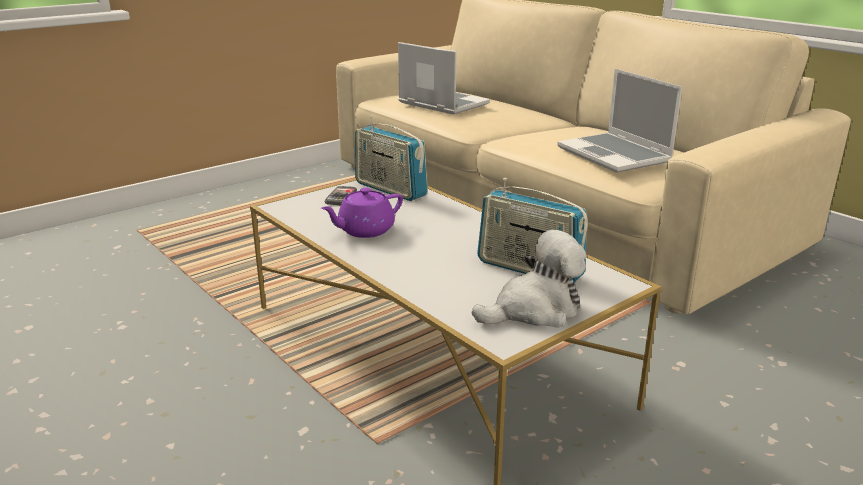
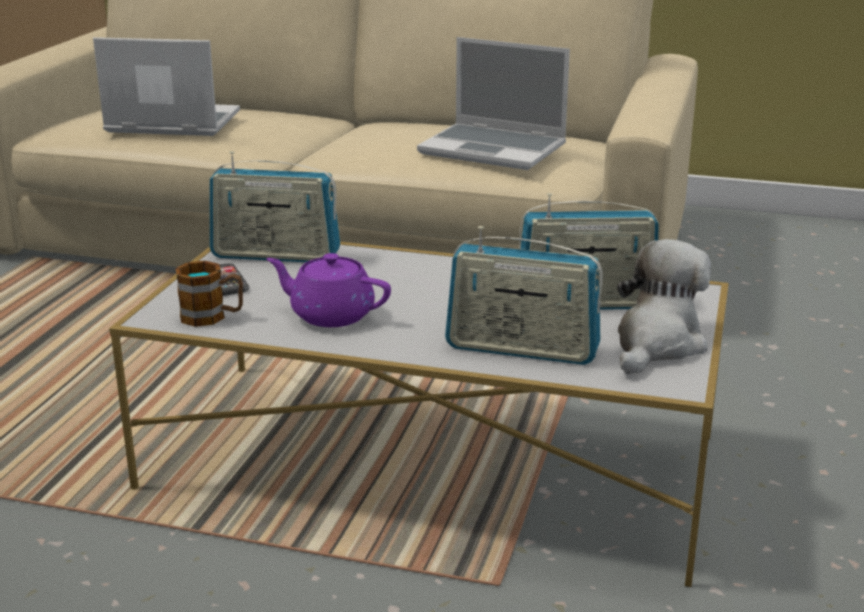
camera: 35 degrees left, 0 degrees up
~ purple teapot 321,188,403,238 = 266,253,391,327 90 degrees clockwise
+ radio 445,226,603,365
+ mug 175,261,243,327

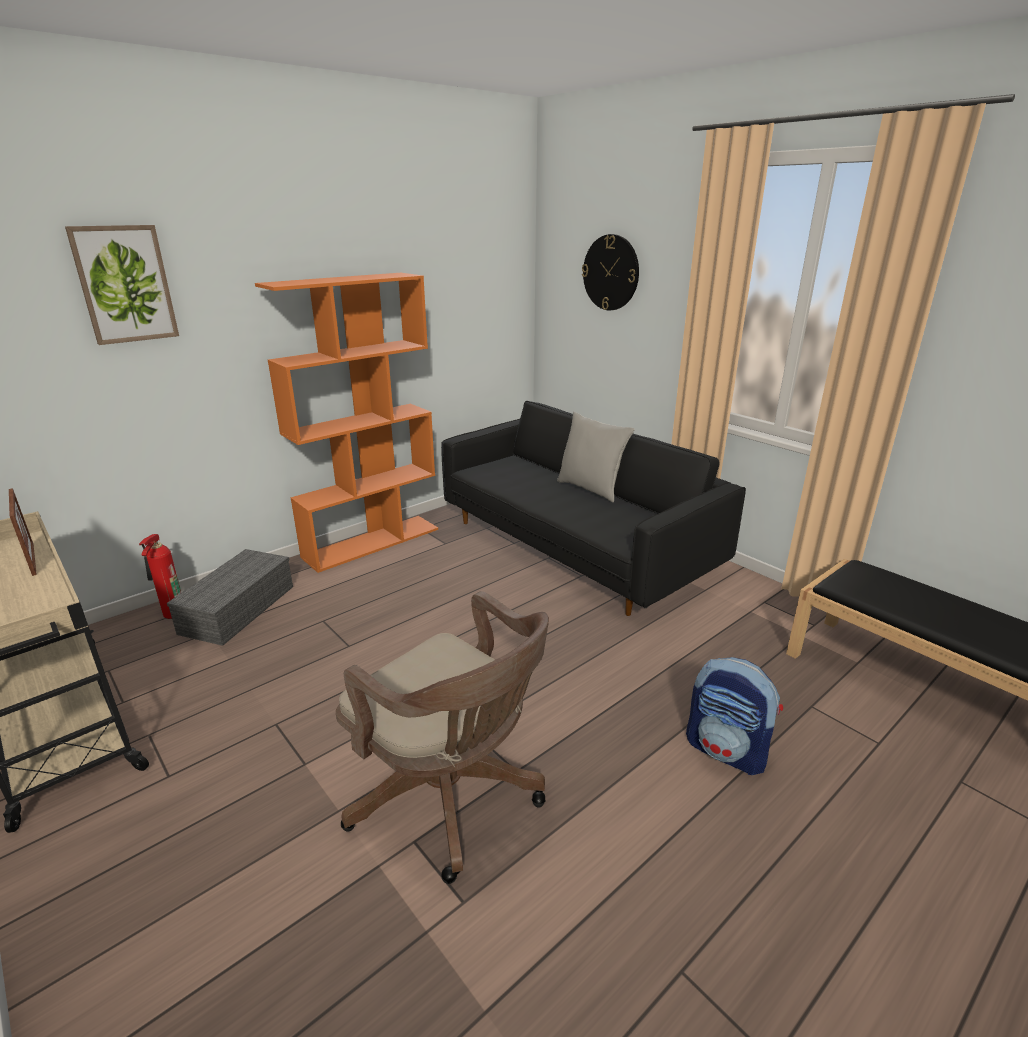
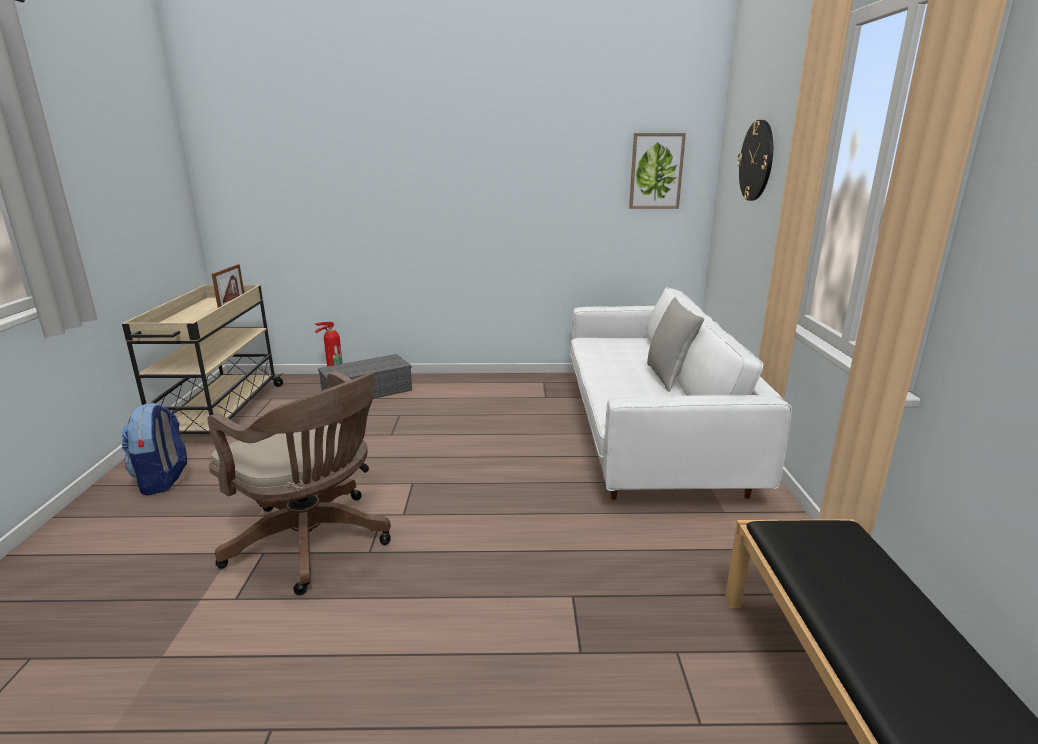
camera: 40 degrees right, 5 degrees down
~ picture 65,225,179,345 to 629,133,686,209
- orange bookcase 255,273,438,573
~ black sofa 441,401,746,616 to white sofa 570,287,792,500
~ brown office chair 336,591,549,884 = 208,372,391,595 45 degrees counterclockwise
~ backpack 686,657,783,775 to 122,402,187,496

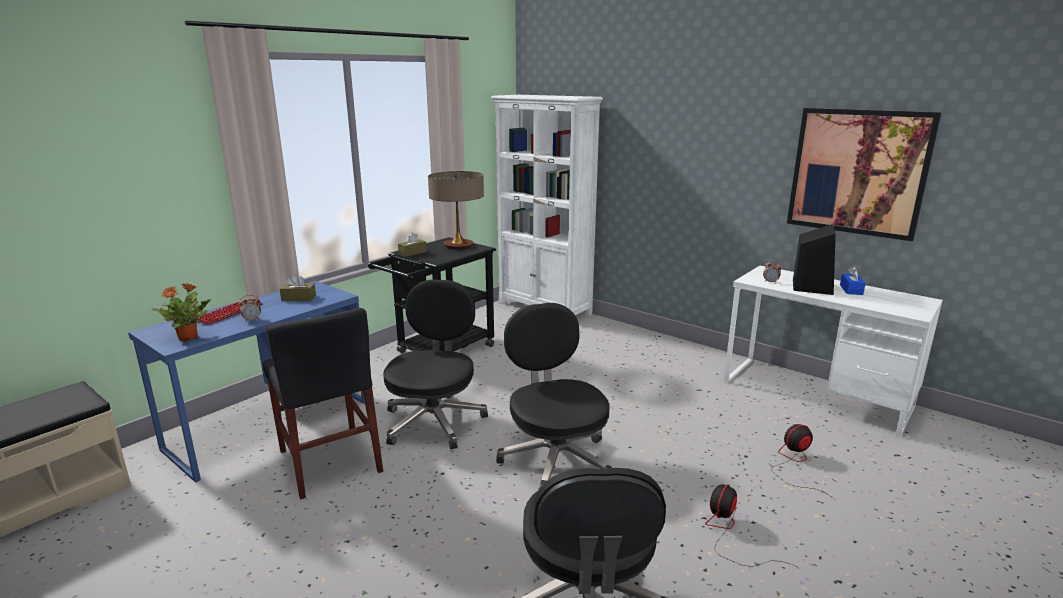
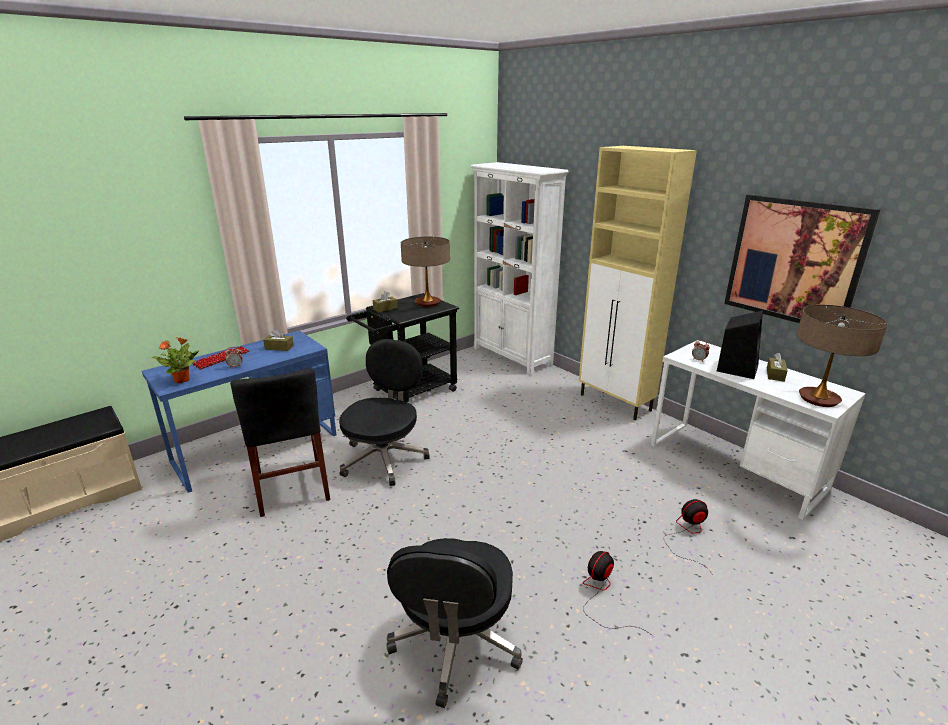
camera: 10 degrees right, 5 degrees up
~ blue tissue box 840,266,866,295 to brown tissue box 767,353,787,382
- black office chair 496,303,612,490
+ beige cabinet 579,146,697,420
+ table lamp 797,305,888,407

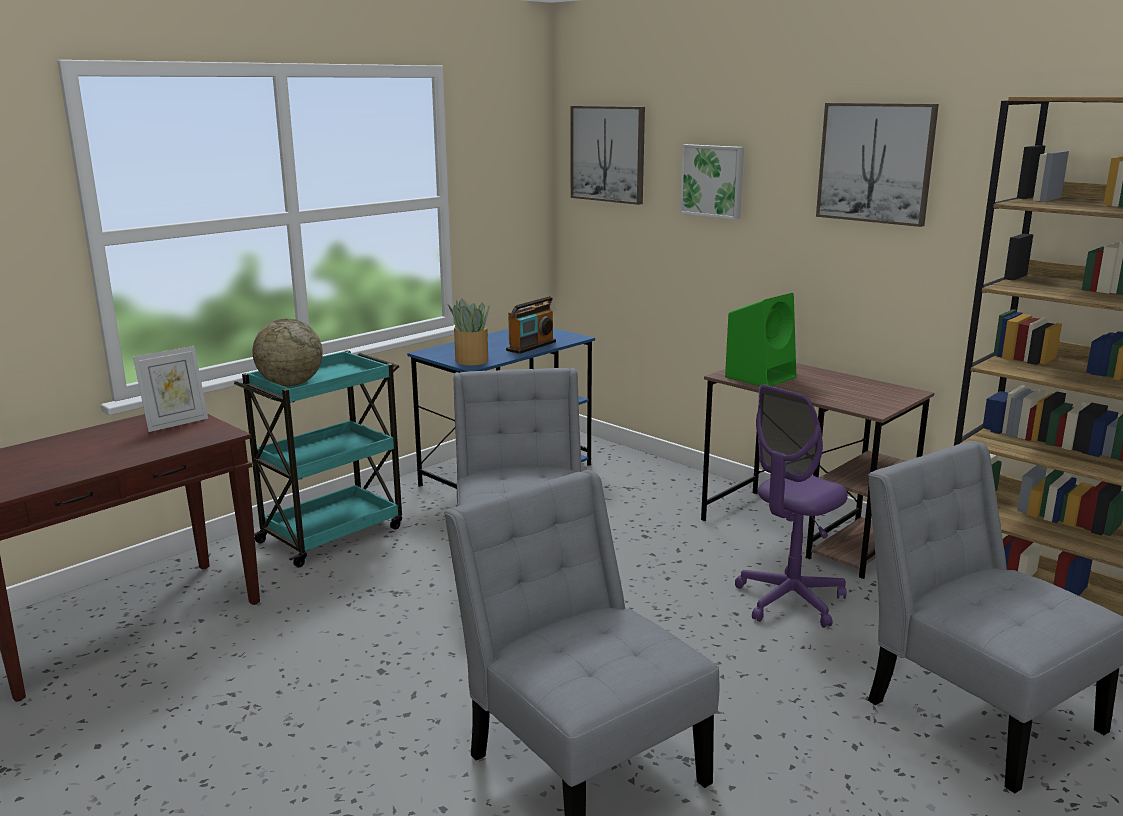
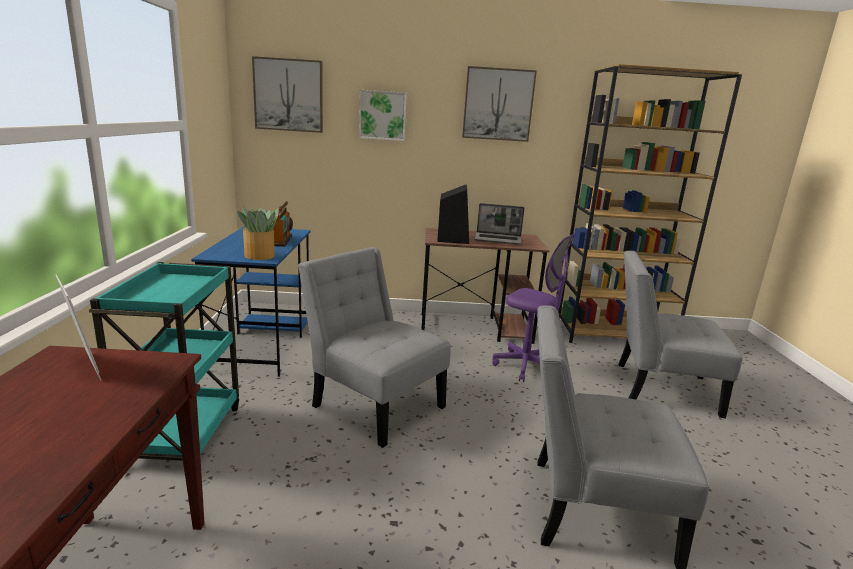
camera: 45 degrees left, 0 degrees up
~ green speaker 725,293,796,386 to black speaker 437,184,469,244
- globe 252,319,323,386
~ picture frame 133,346,208,432 = 56,275,101,381 45 degrees counterclockwise
~ purple office chair 735,384,848,628 = 492,233,575,382 60 degrees counterclockwise
+ laptop 474,203,525,245

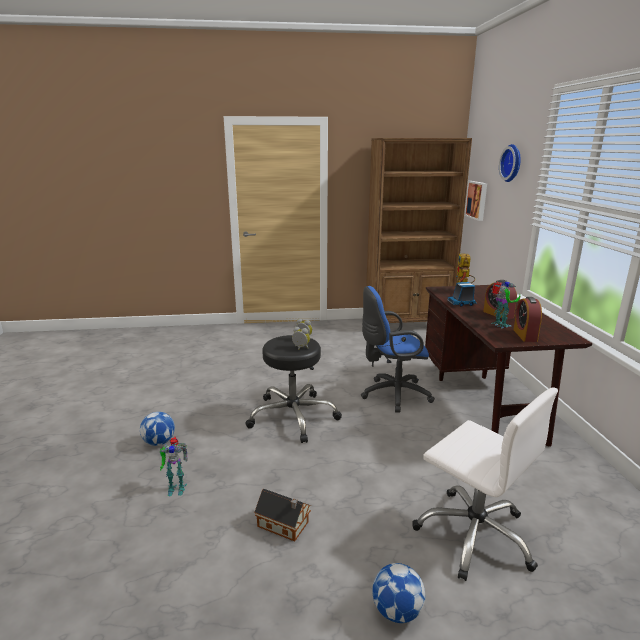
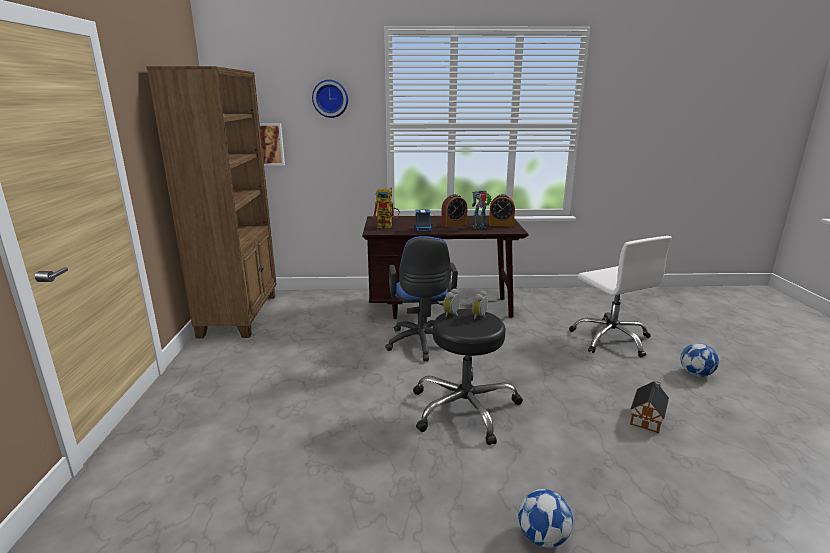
camera: 85 degrees left, 0 degrees up
~ white office chair 412,387,558,581 = 569,236,672,357 105 degrees clockwise
- toy robot 159,437,188,496

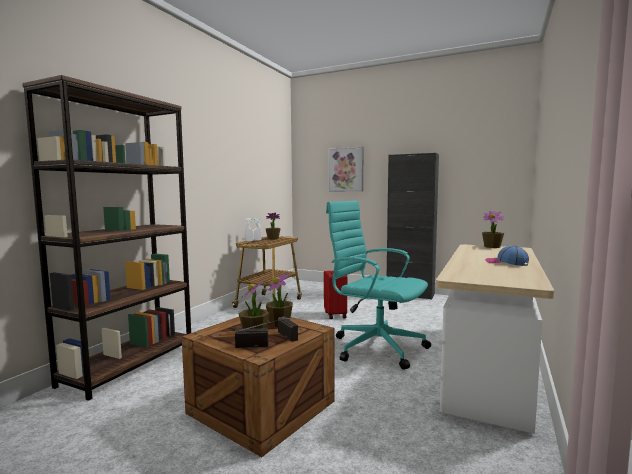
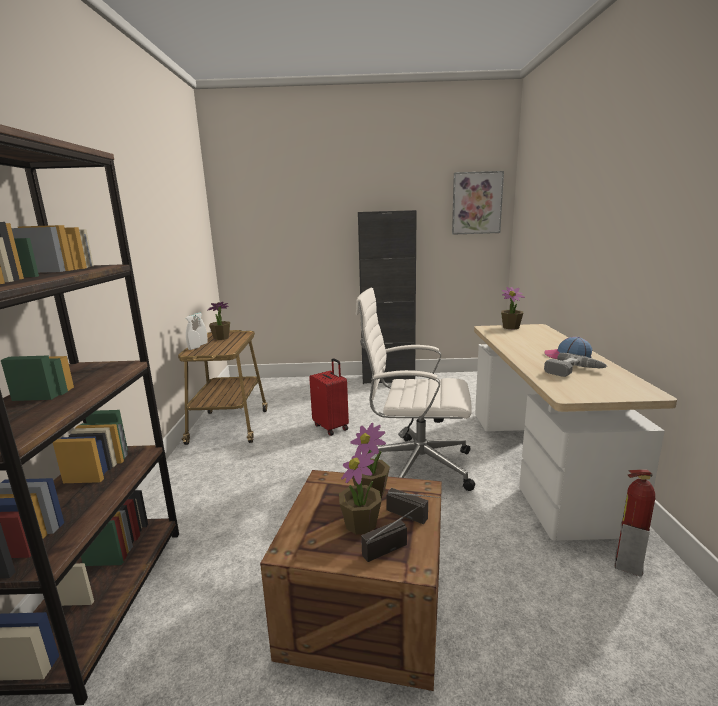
camera: 25 degrees left, 10 degrees up
~ picture 329,146,364,192 to 452,171,504,235
~ turquoise office chair 326,200,431,370 to white office chair 356,288,475,491
+ power drill 544,353,607,377
+ fire extinguisher 615,469,655,577

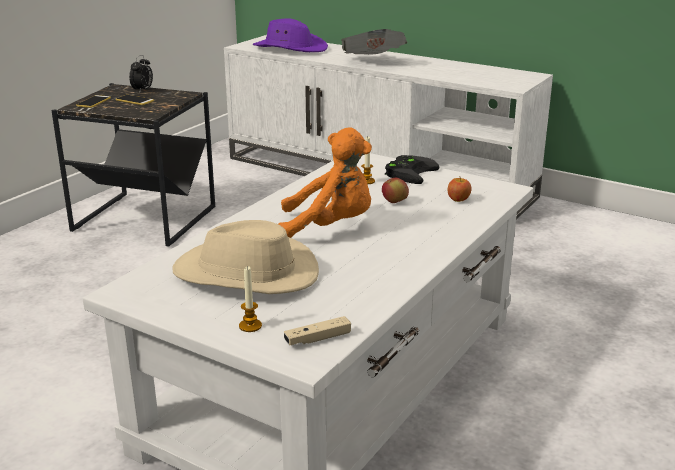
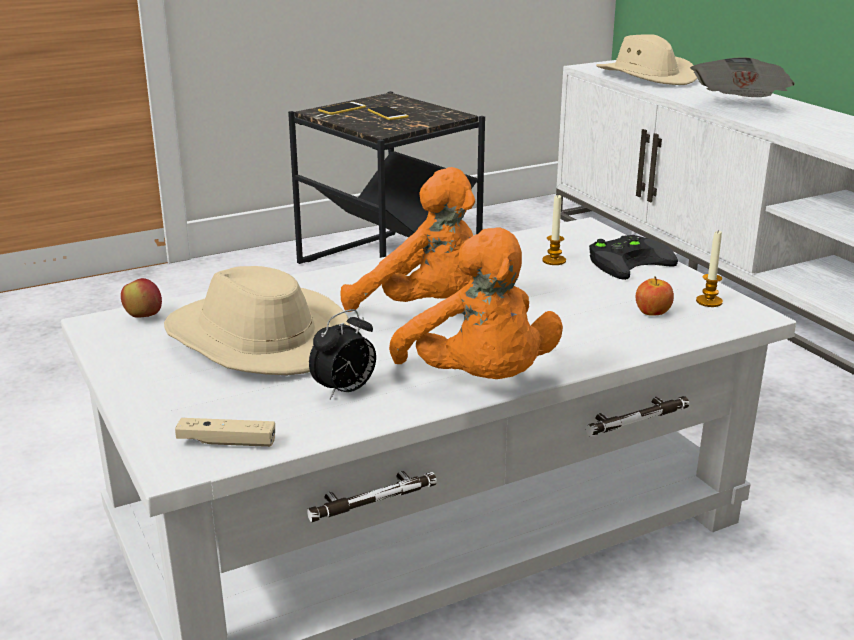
camera: 30 degrees right, 0 degrees up
~ purple hat 253,18,328,52 to beige hat 596,34,698,85
~ alarm clock 129,55,153,93 to 309,309,376,400
~ apple 382,178,409,203 to 121,278,162,318
~ candle 239,267,262,332 to 696,229,723,307
+ orange plush toy 389,227,563,379

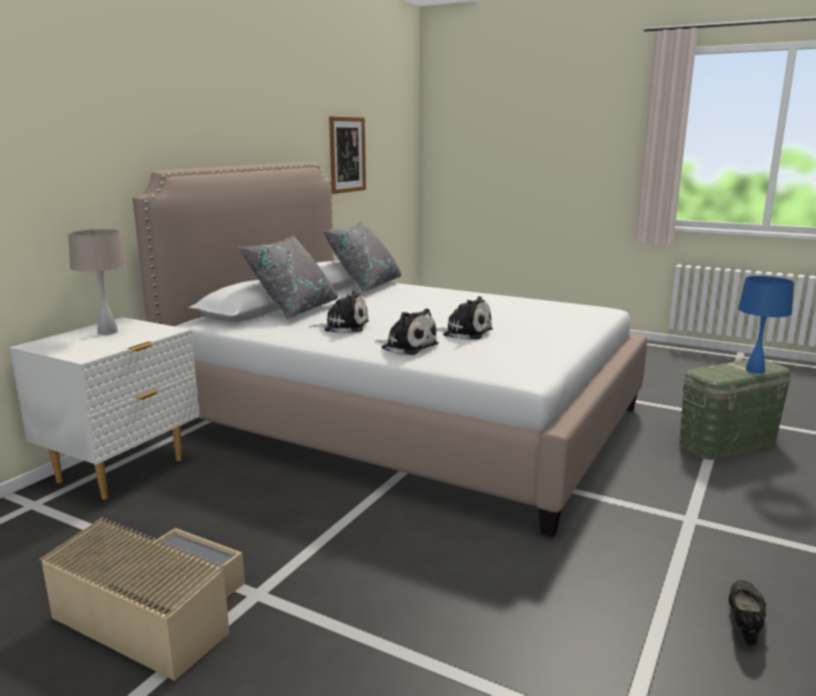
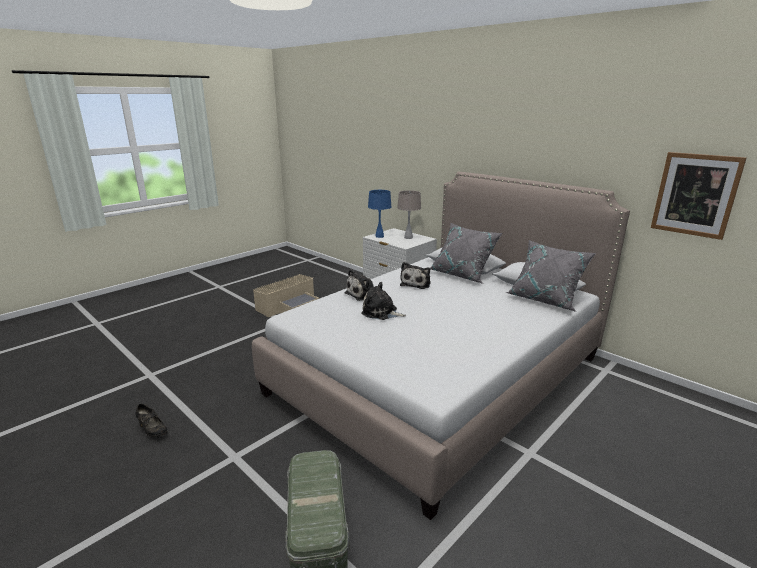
camera: 105 degrees right, 5 degrees up
~ blue table lamp 738,276,794,373 to 368,190,392,238
~ plush toy 436,296,493,340 = 361,282,406,320 75 degrees clockwise

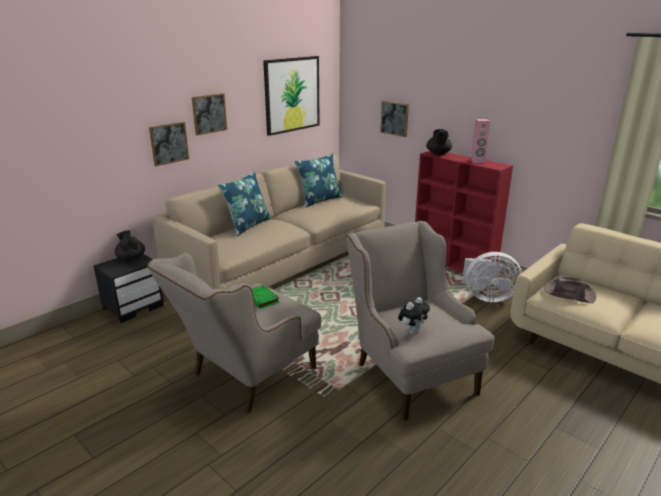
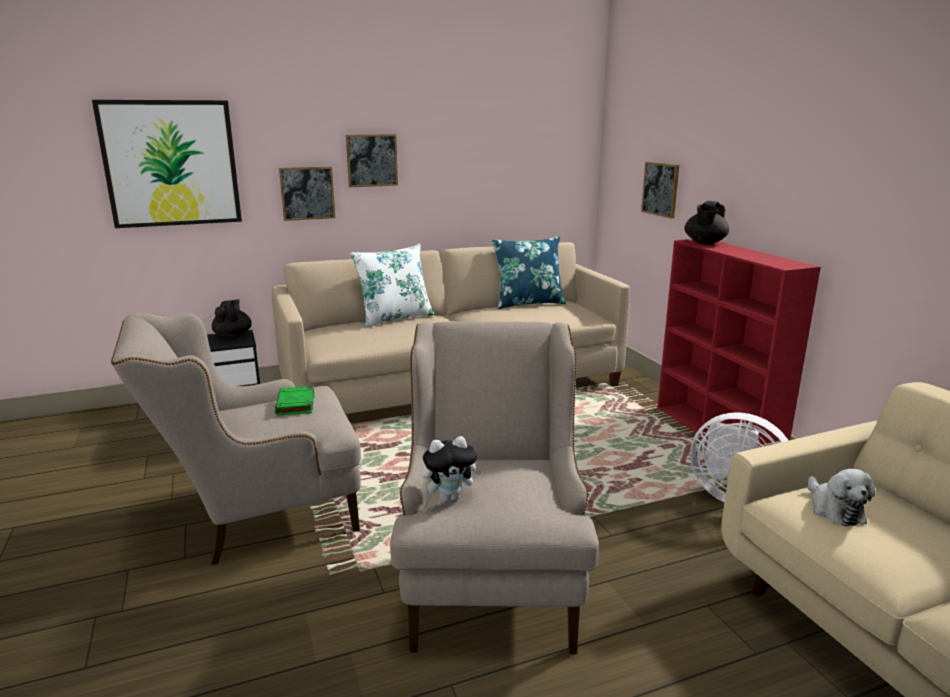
camera: 25 degrees right, 5 degrees down
~ picture 263,56,320,136 to 92,100,242,228
- pink speaker 471,119,490,163
~ blue pillow 218,171,271,236 to white pillow 350,244,435,328
~ brown hat 543,276,596,303 to plush toy 808,469,876,526

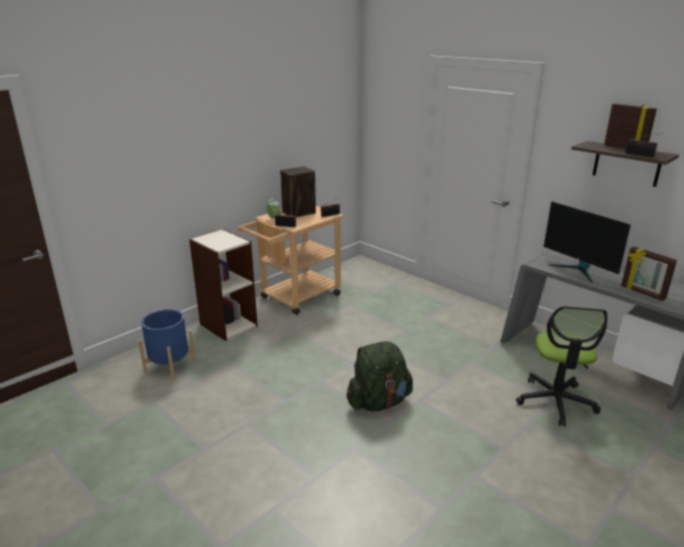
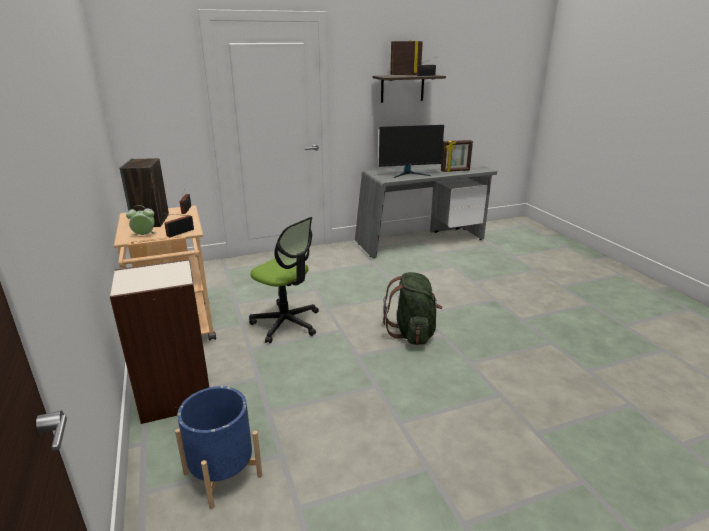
camera: 65 degrees left, 0 degrees up
~ office chair 516,306,607,426 to 249,217,319,343

